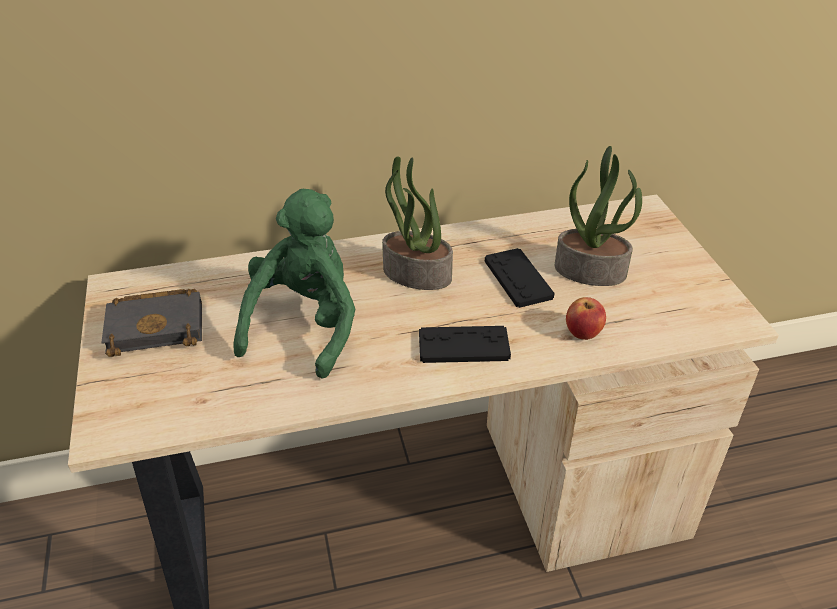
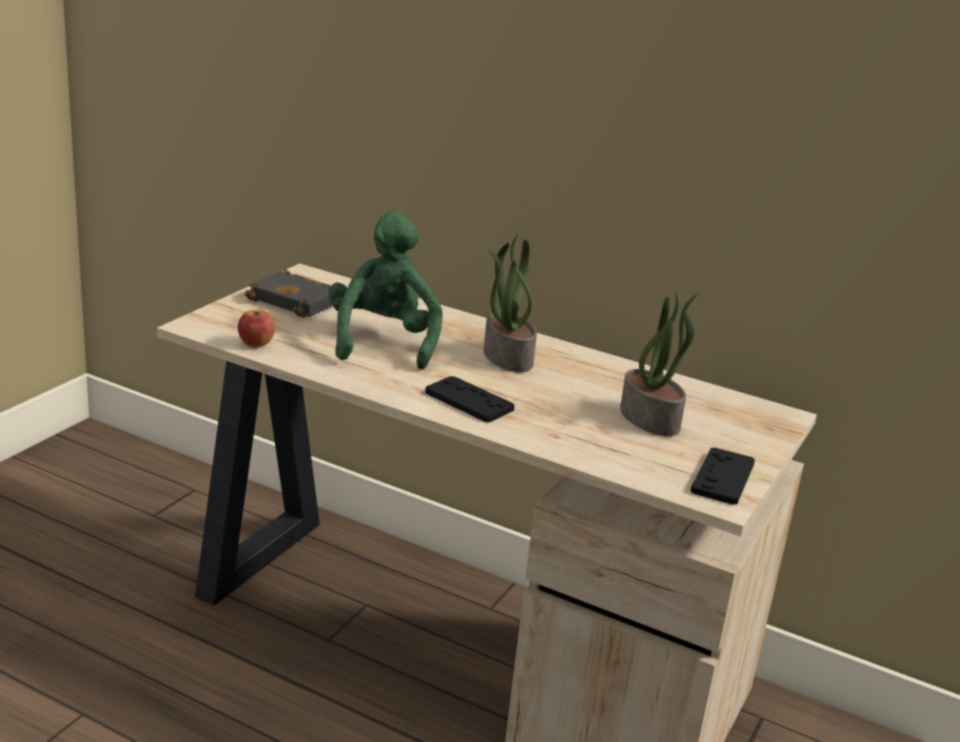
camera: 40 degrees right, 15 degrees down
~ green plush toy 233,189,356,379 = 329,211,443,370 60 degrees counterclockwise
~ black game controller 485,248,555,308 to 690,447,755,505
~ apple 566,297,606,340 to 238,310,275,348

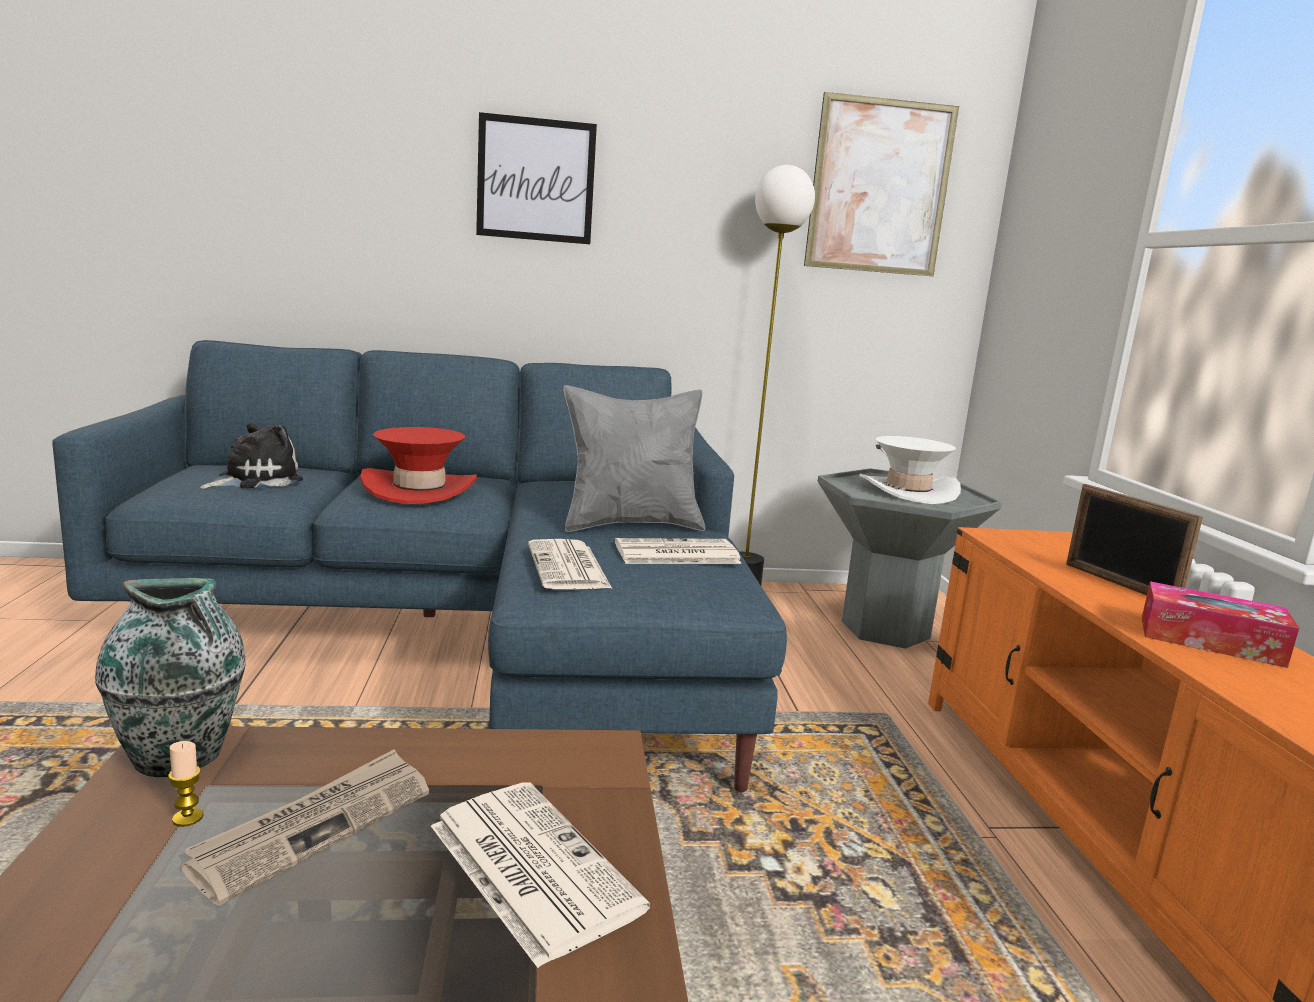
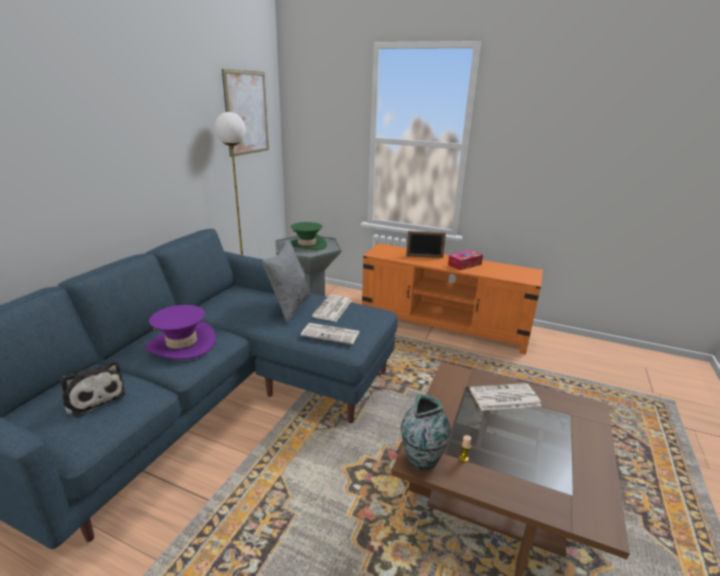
camera: 60 degrees left, 10 degrees up
- picture 476,112,597,244
~ plush toy 200,423,303,489 = 61,361,126,418 150 degrees clockwise
~ red hat 360,427,477,504 to purple hat 146,305,216,360
~ white hat 859,436,961,504 to green hat 290,222,327,250
- newspaper 181,749,429,906

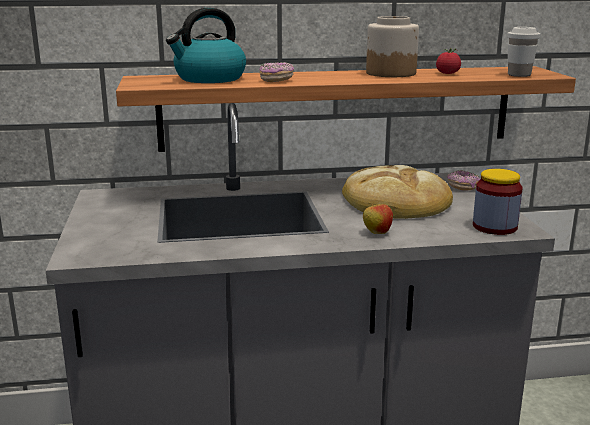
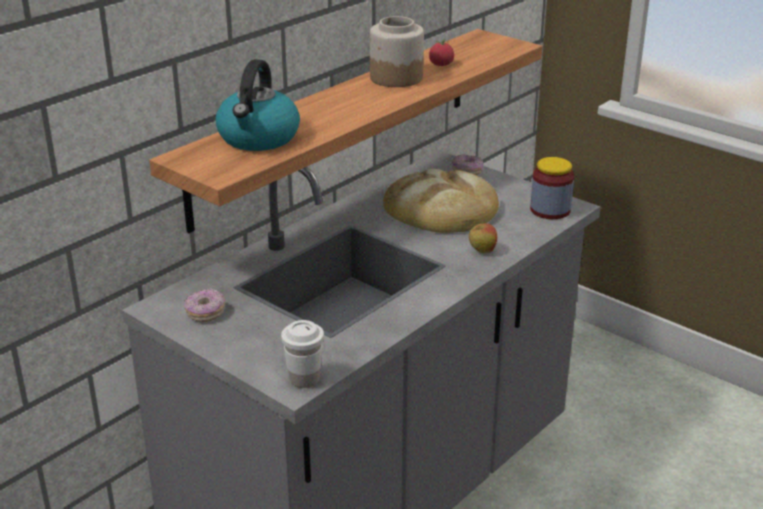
camera: 40 degrees left, 10 degrees up
~ white cup 507,27,540,77 to 281,320,324,388
~ donut 259,62,294,82 to 184,289,225,322

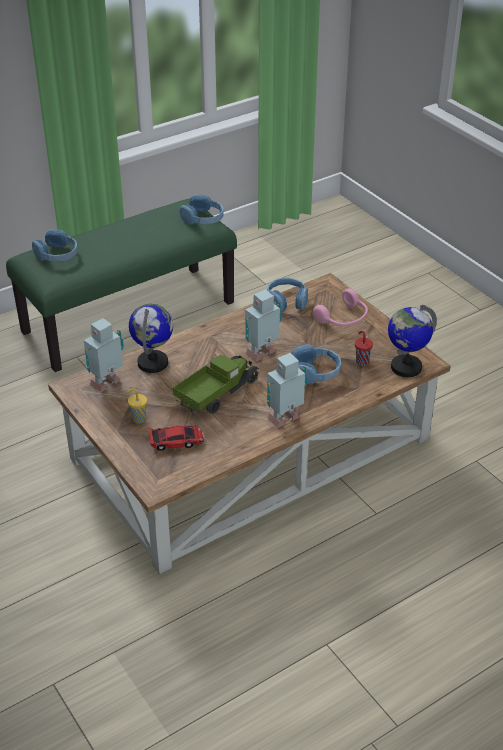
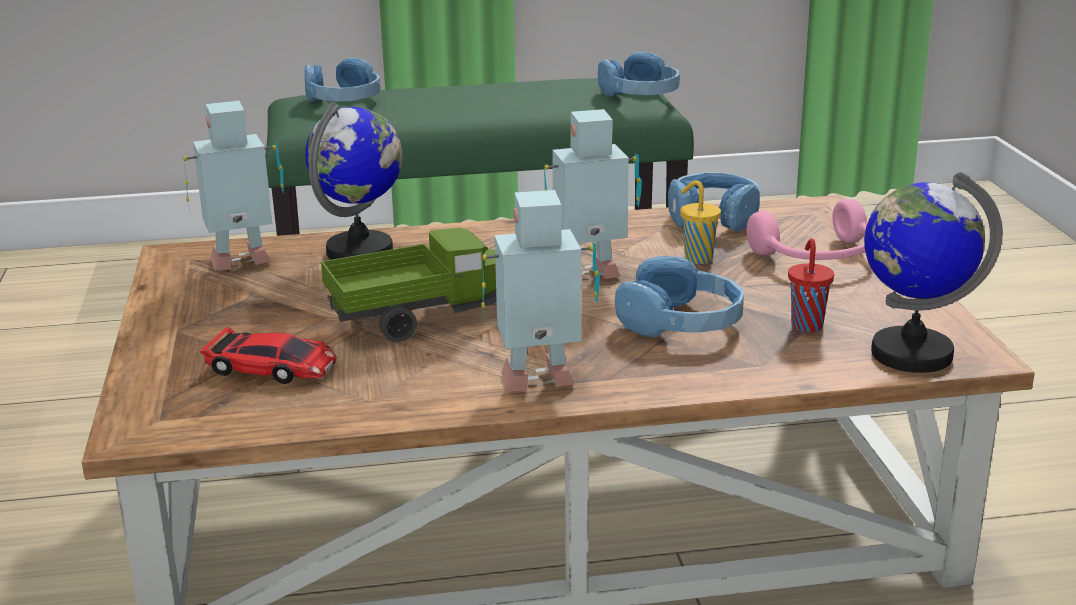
camera: 25 degrees right, 15 degrees down
~ yellow cup 126,389,147,424 to 680,180,721,264

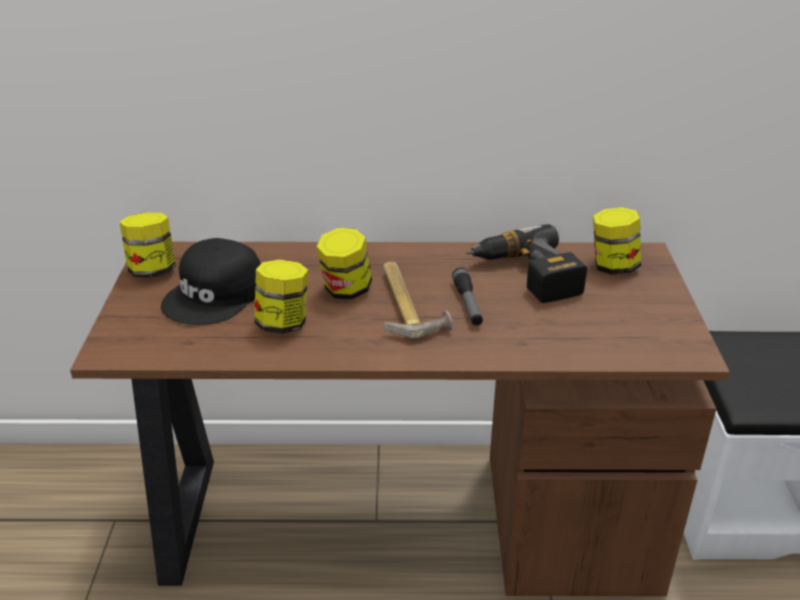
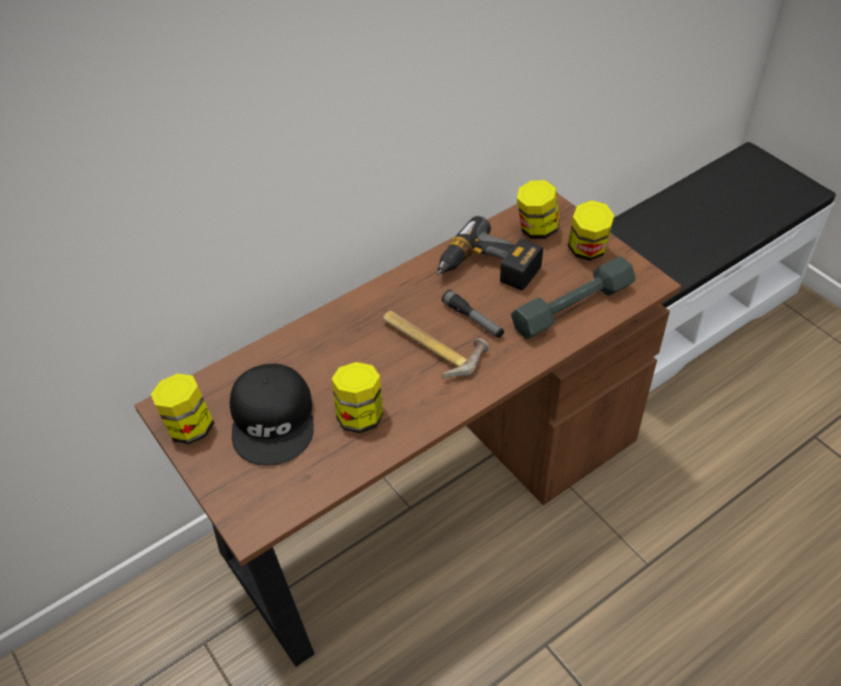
camera: 35 degrees left, 15 degrees up
~ jar 317,228,372,300 to 568,200,614,261
+ grey dumbbell 511,256,636,339

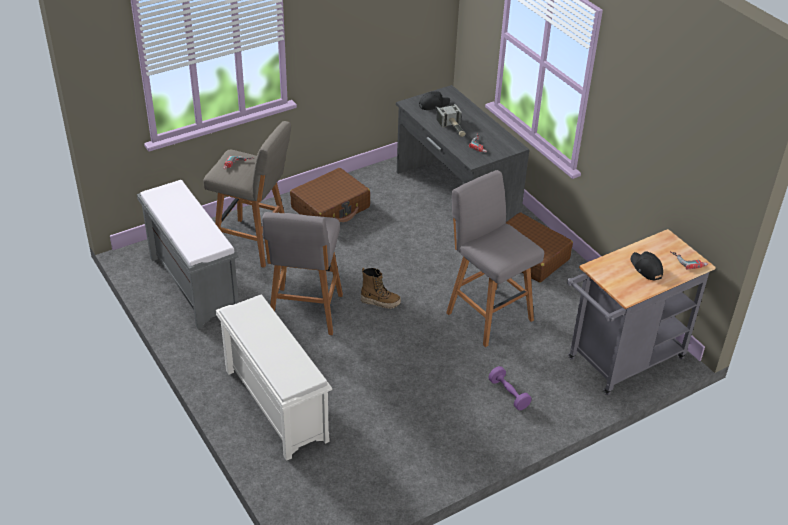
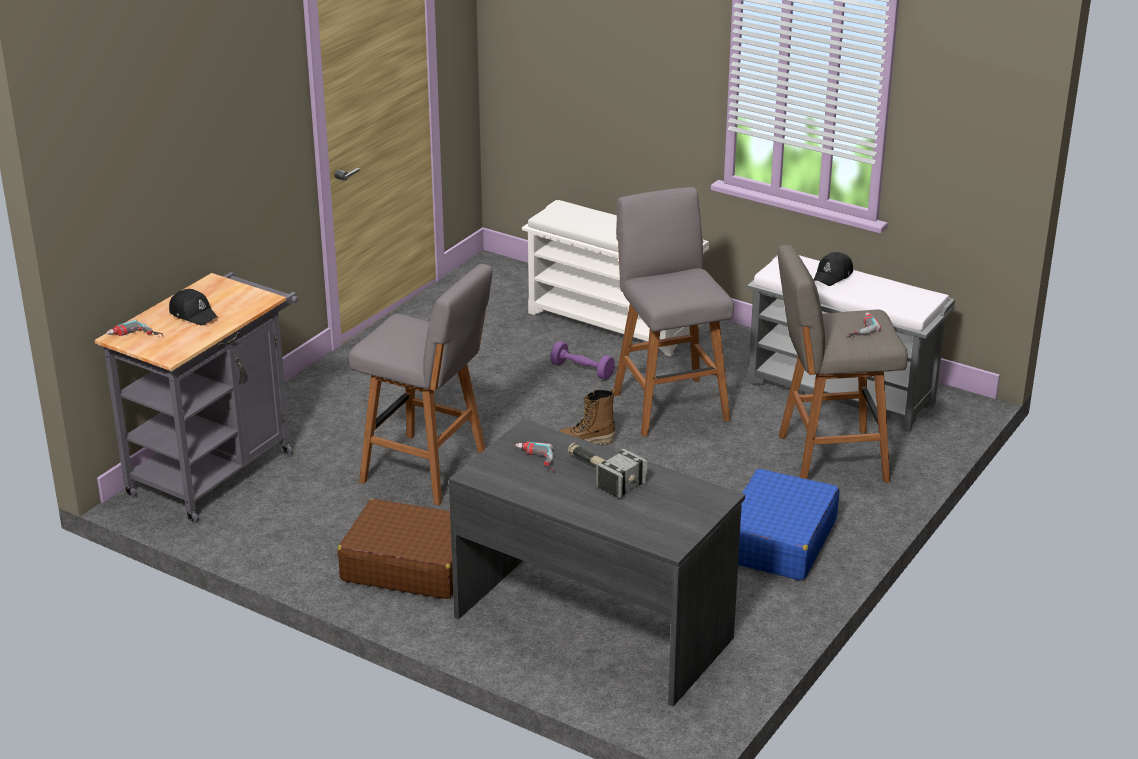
camera: 155 degrees right, 10 degrees down
~ black cap 419,91,450,110 to 814,252,853,286
~ brown suitcase 290,168,370,222 to blue suitcase 738,469,839,581
~ purple dumbbell 488,366,532,410 to 550,341,615,380

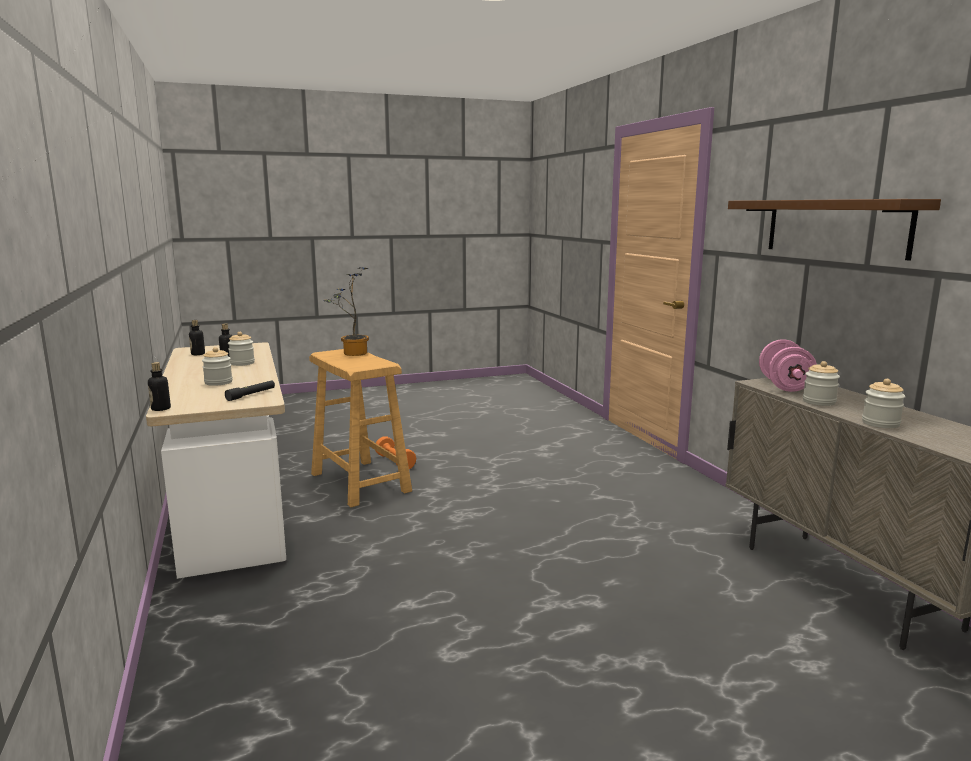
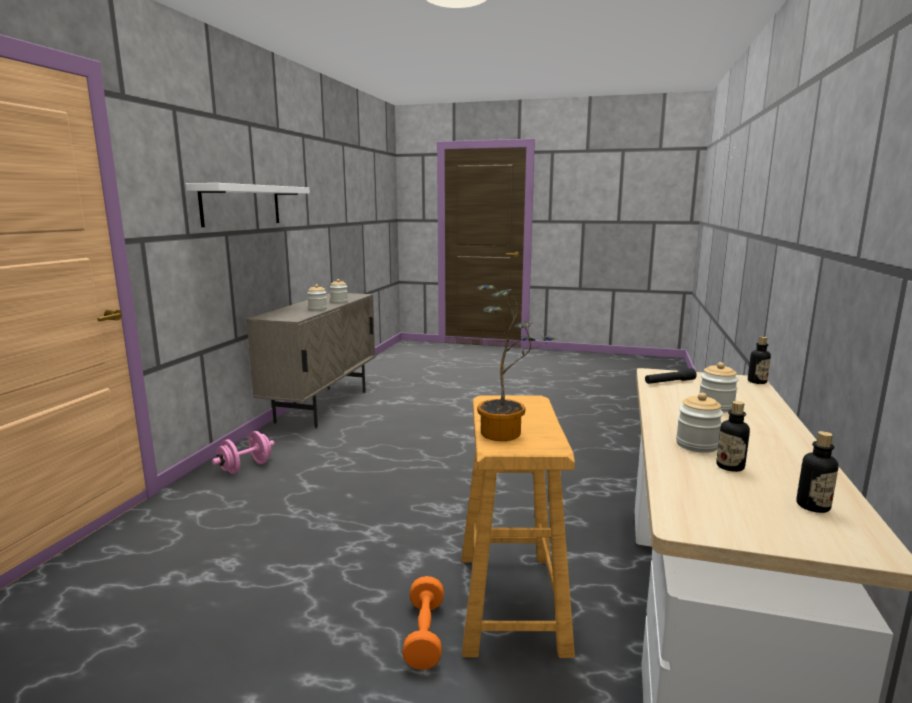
camera: 145 degrees left, 0 degrees up
~ brown shelf 728,199,941,261 to white shelf 186,183,310,227
~ pink dumbbell 759,339,817,392 to 212,431,274,474

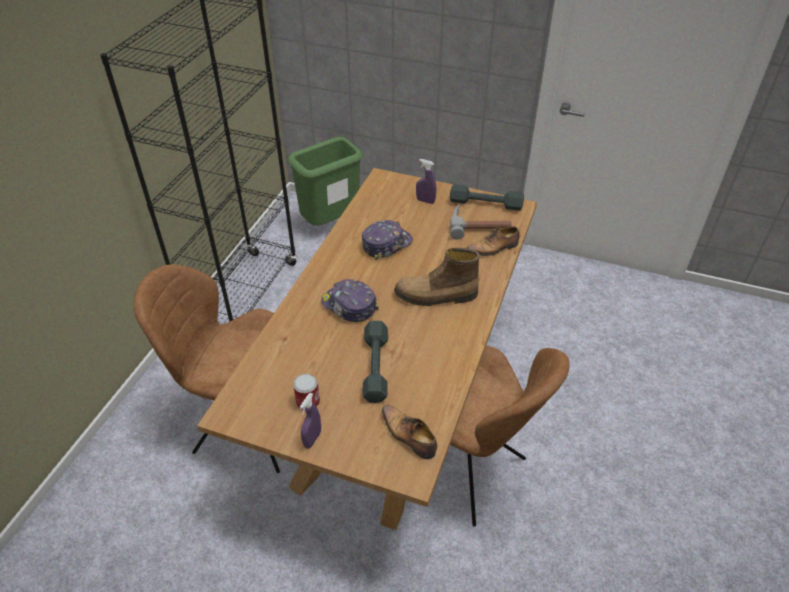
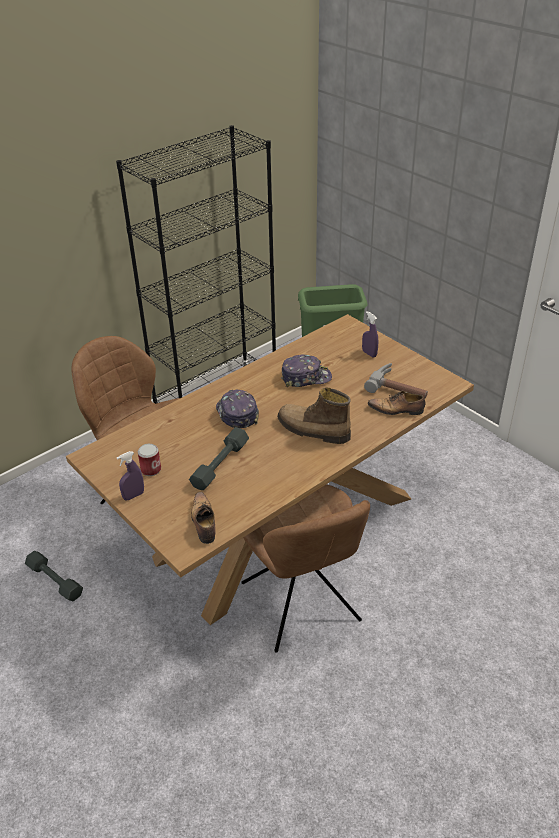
camera: 30 degrees right, 5 degrees down
~ grey dumbbell 450,185,524,211 to 25,551,83,601

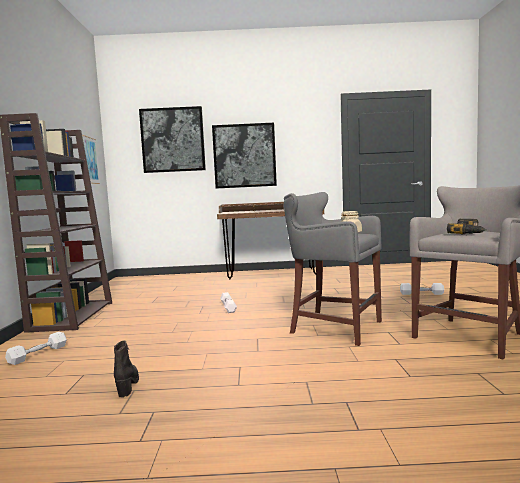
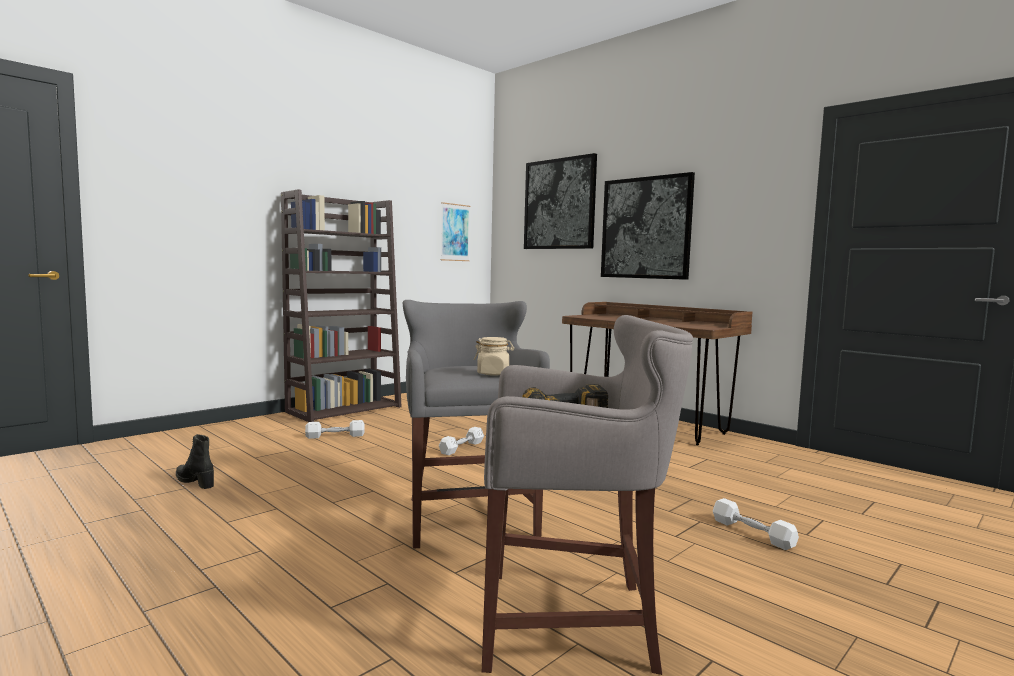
camera: 45 degrees right, 0 degrees up
~ white dumbbell 5,332,67,365 to 305,420,365,439
~ black boot 114,340,139,398 = 176,434,214,489 90 degrees counterclockwise

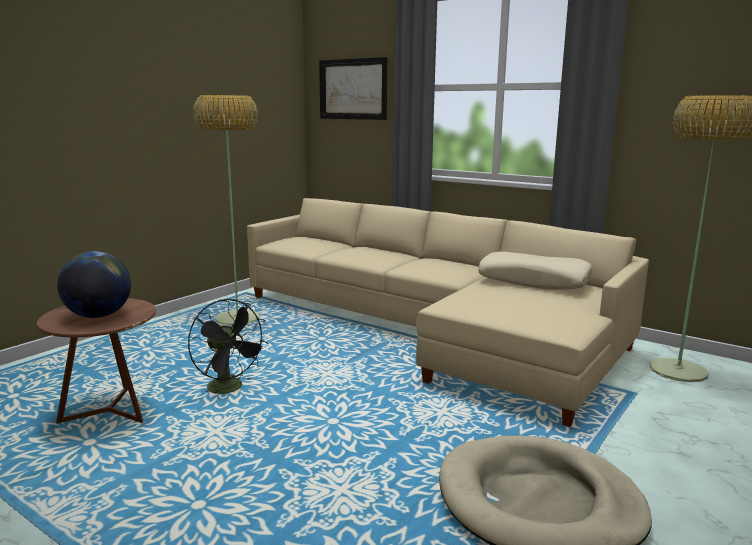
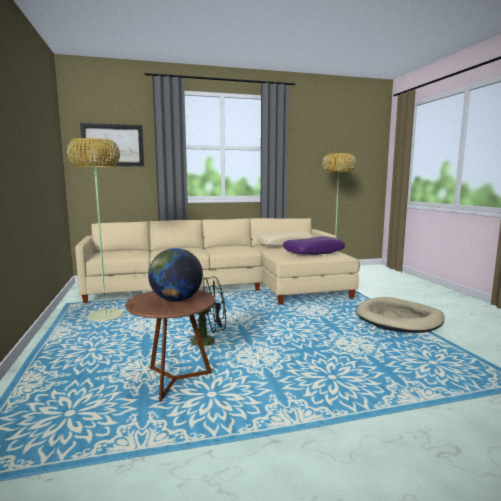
camera: 50 degrees left, 5 degrees down
+ purple pillow 283,236,345,255

